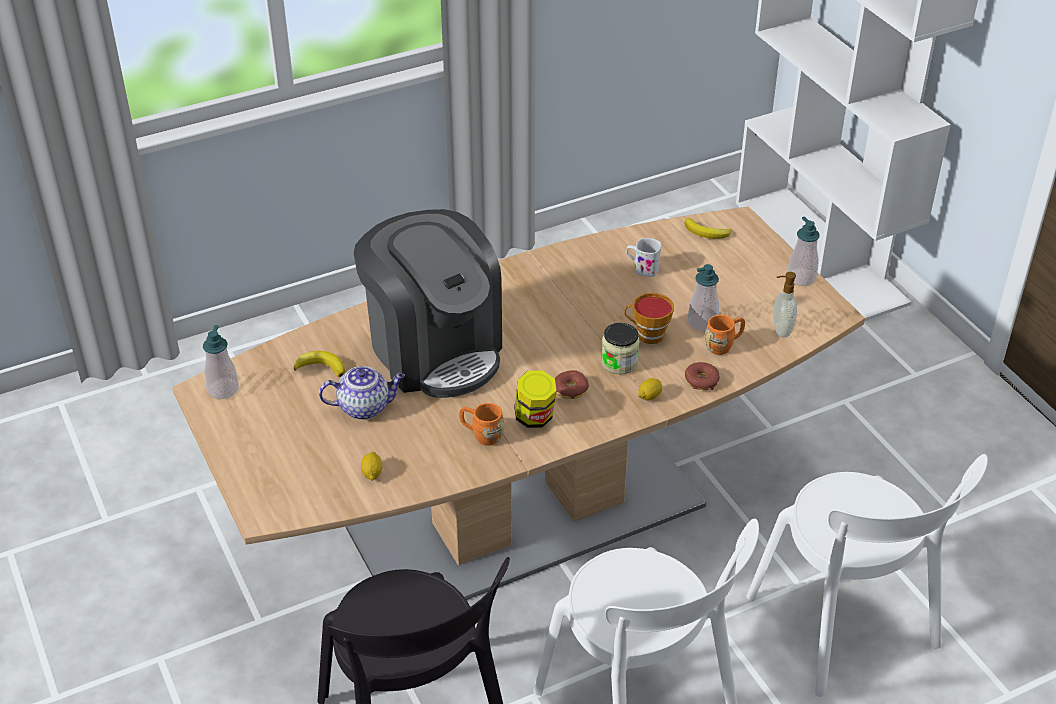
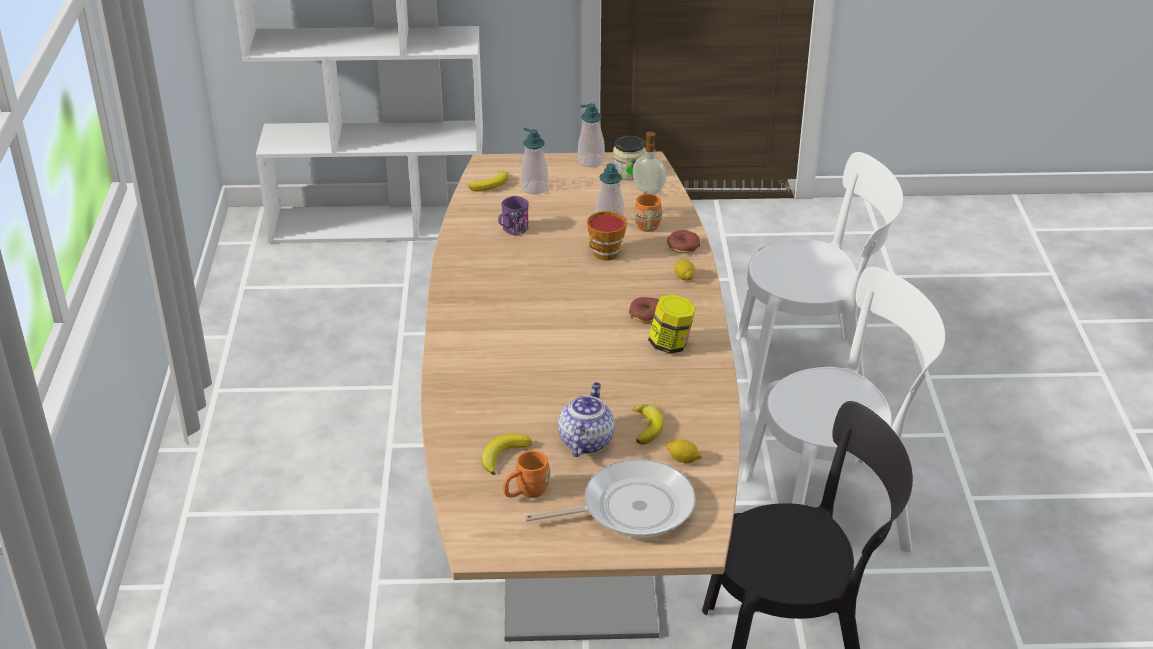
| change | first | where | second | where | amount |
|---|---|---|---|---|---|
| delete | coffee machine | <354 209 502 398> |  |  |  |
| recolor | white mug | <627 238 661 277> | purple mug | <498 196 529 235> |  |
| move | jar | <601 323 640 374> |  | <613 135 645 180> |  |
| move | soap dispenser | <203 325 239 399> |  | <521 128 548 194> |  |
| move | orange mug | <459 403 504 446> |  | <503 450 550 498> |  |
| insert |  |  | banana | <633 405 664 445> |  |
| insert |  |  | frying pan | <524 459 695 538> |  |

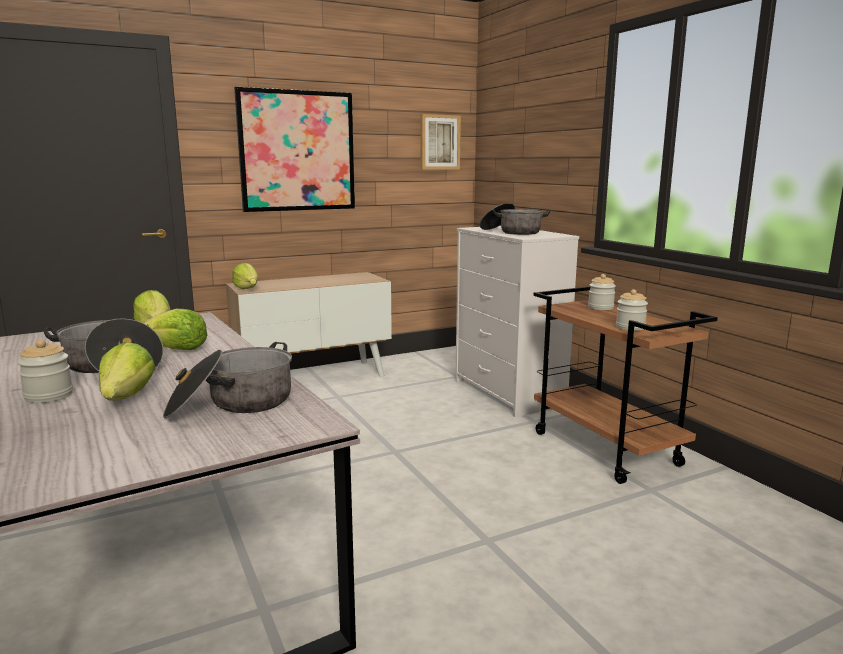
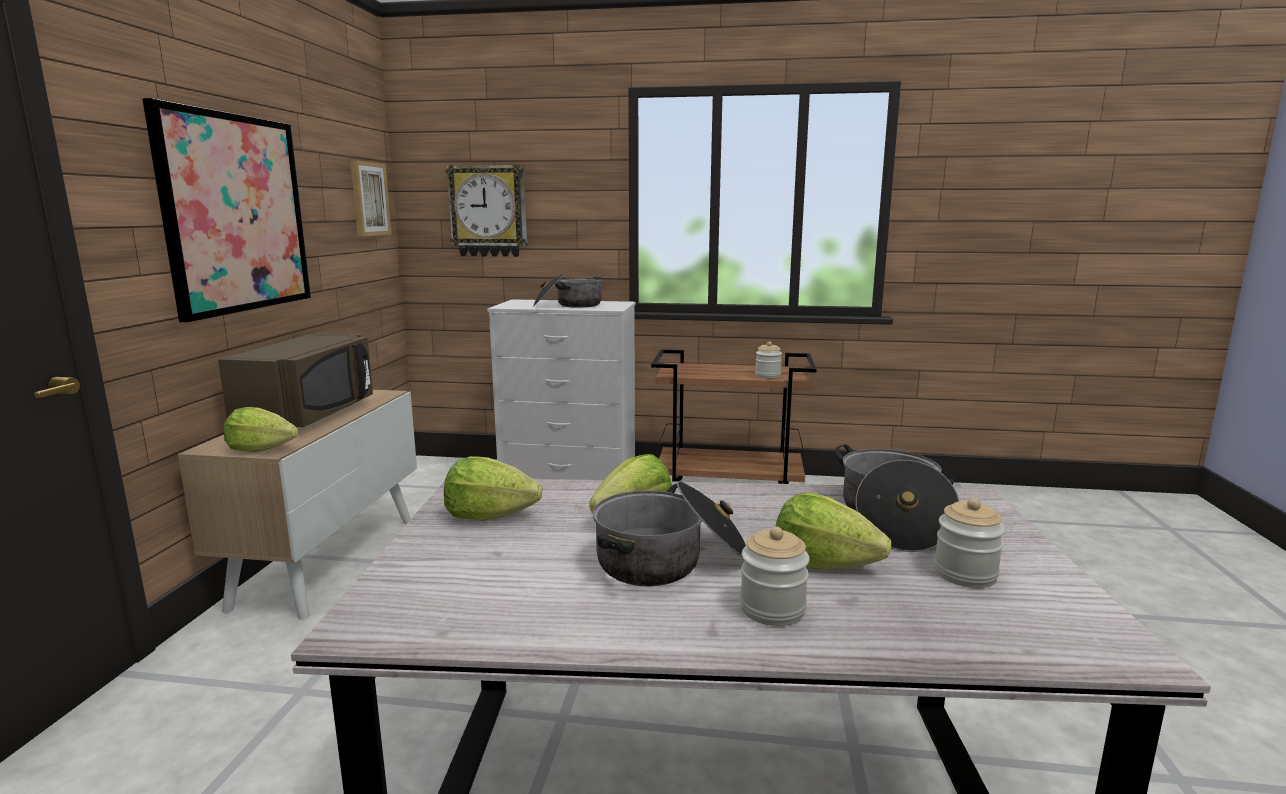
| change | first | where | second | where | amount |
|---|---|---|---|---|---|
| move | jar | <588 274 616 310> |  | <934 498 1005 588> |  |
| insert |  |  | wall clock | <445 165 527 257> |  |
| insert |  |  | brown microwave | <218 333 373 427> |  |

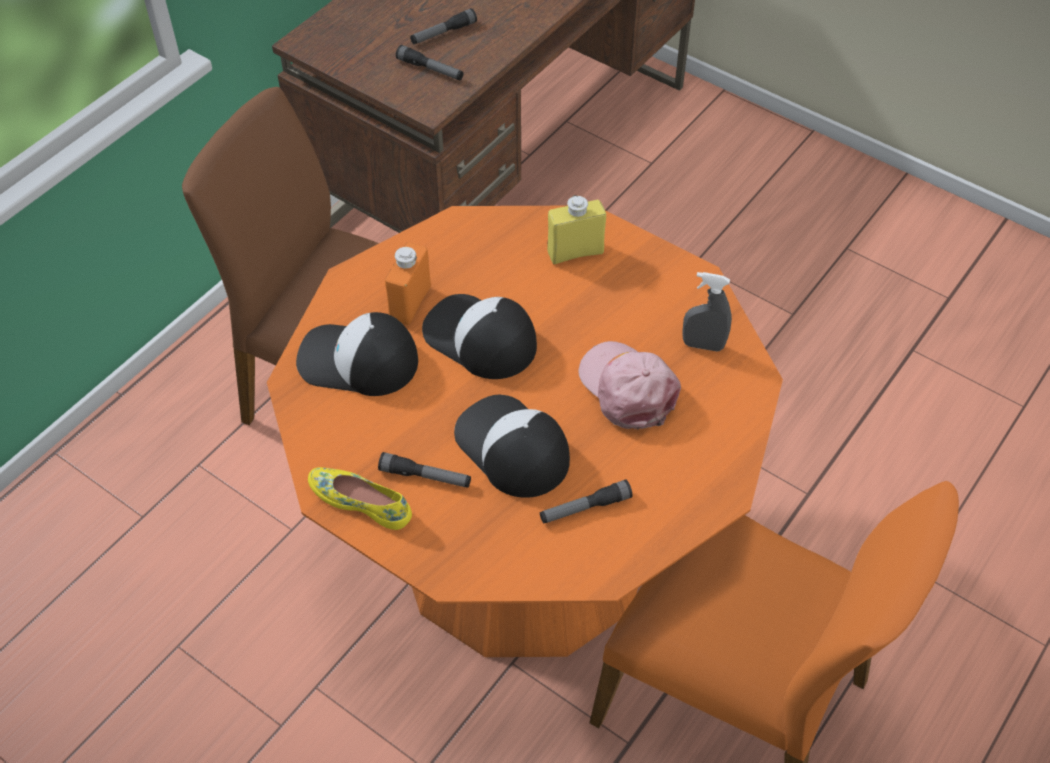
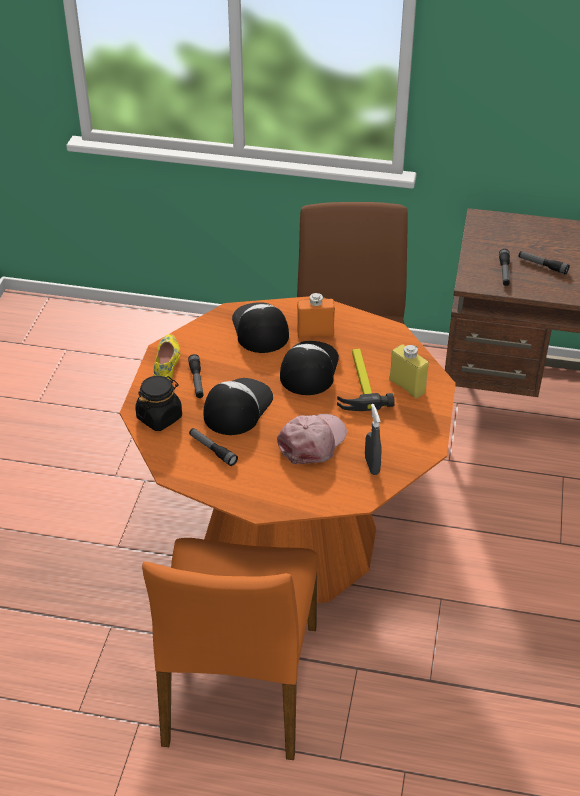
| change | first | where | second | where | amount |
|---|---|---|---|---|---|
| insert |  |  | hammer | <337 349 395 411> |  |
| insert |  |  | black jar | <135 376 182 431> |  |

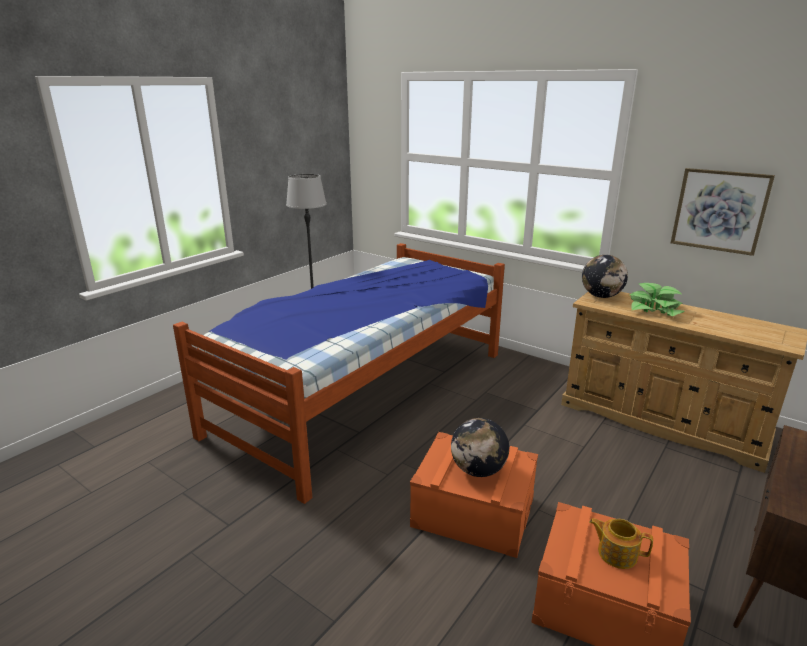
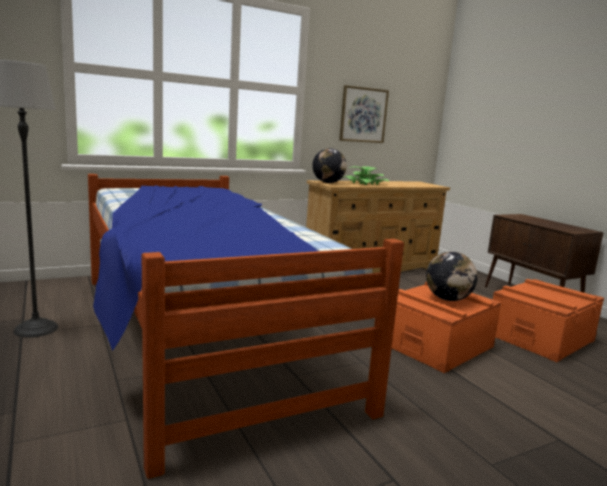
| change | first | where | second | where | amount |
|---|---|---|---|---|---|
| delete | teapot | <589 518 653 569> |  |  |  |

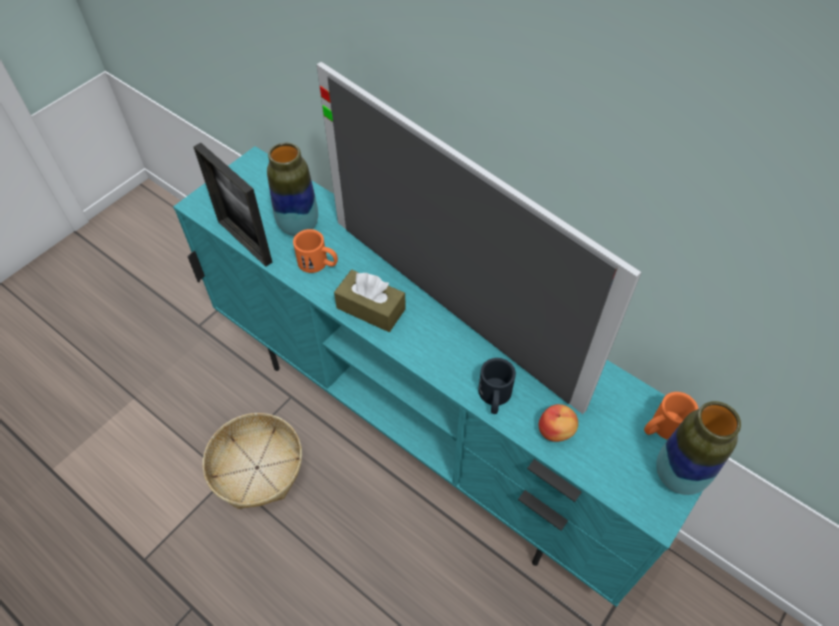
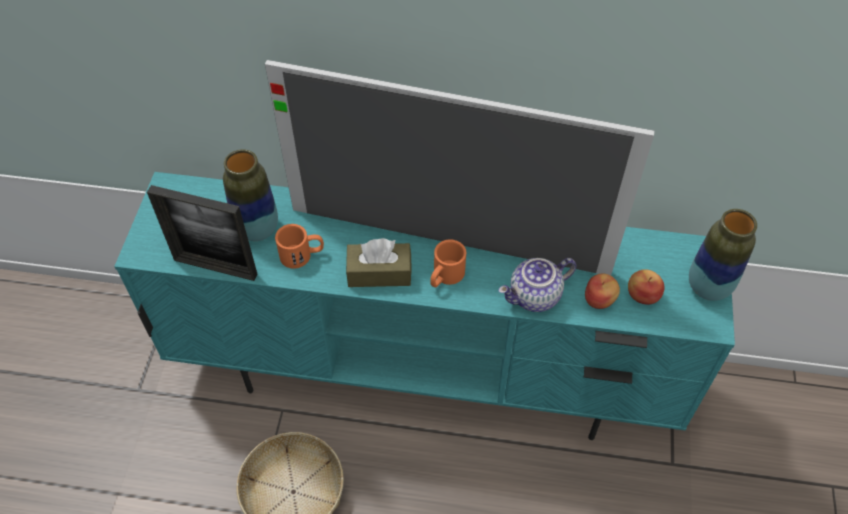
| change | first | where | second | where | amount |
|---|---|---|---|---|---|
| replace | black mug | <478 358 516 414> | teapot | <498 258 576 312> |  |
| move | orange mug | <644 392 698 440> |  | <430 239 466 287> |  |
| insert |  |  | apple | <628 269 664 305> |  |

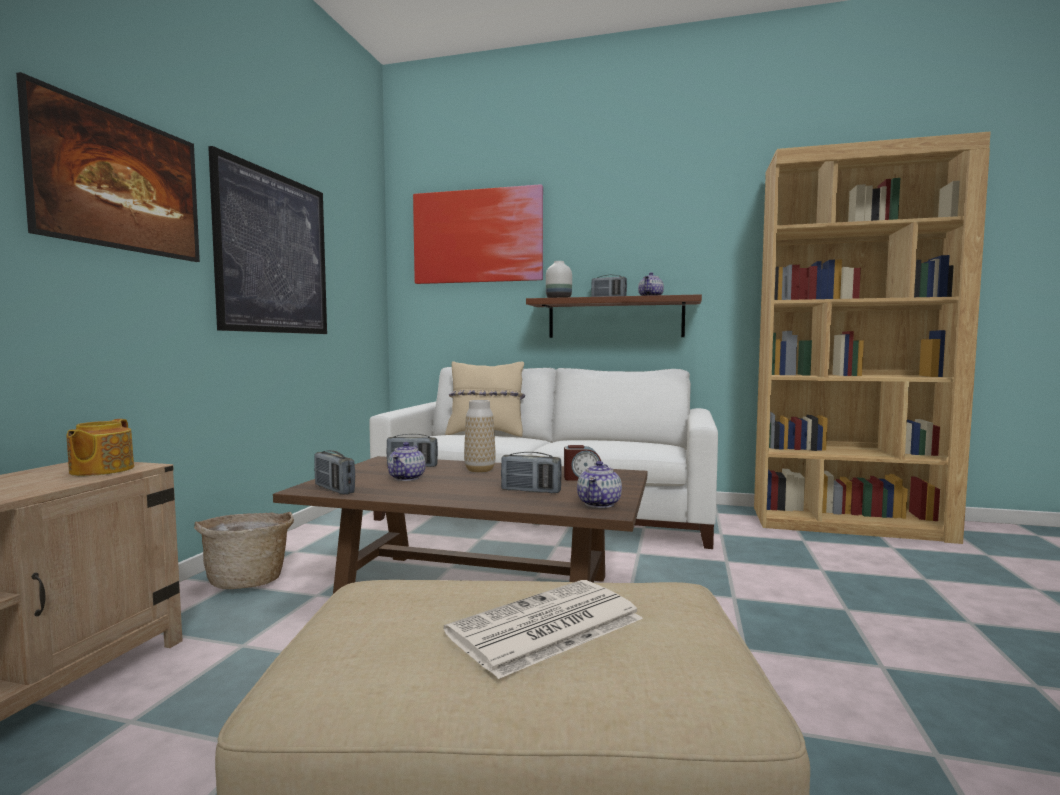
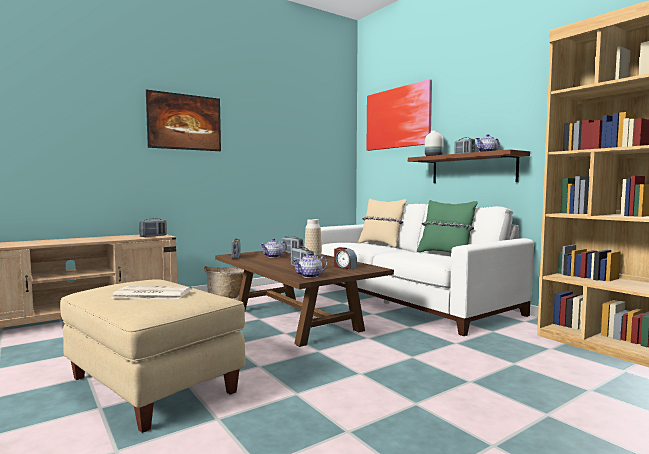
| change | first | where | second | where | amount |
|---|---|---|---|---|---|
| delete | picture | <208 146 327 334> |  |  |  |
| replace | teapot | <66 419 134 476> | radio | <139 218 167 237> |  |
| insert |  |  | green pillow | <417 200 478 253> |  |

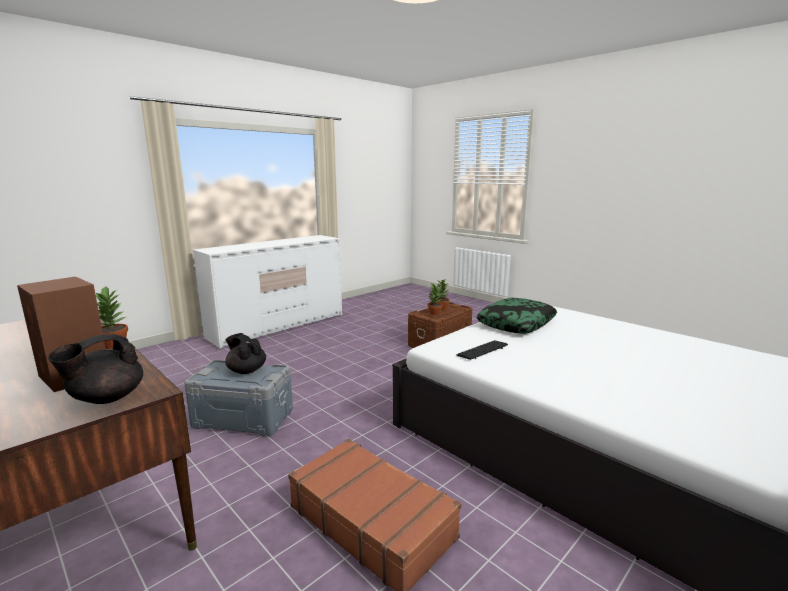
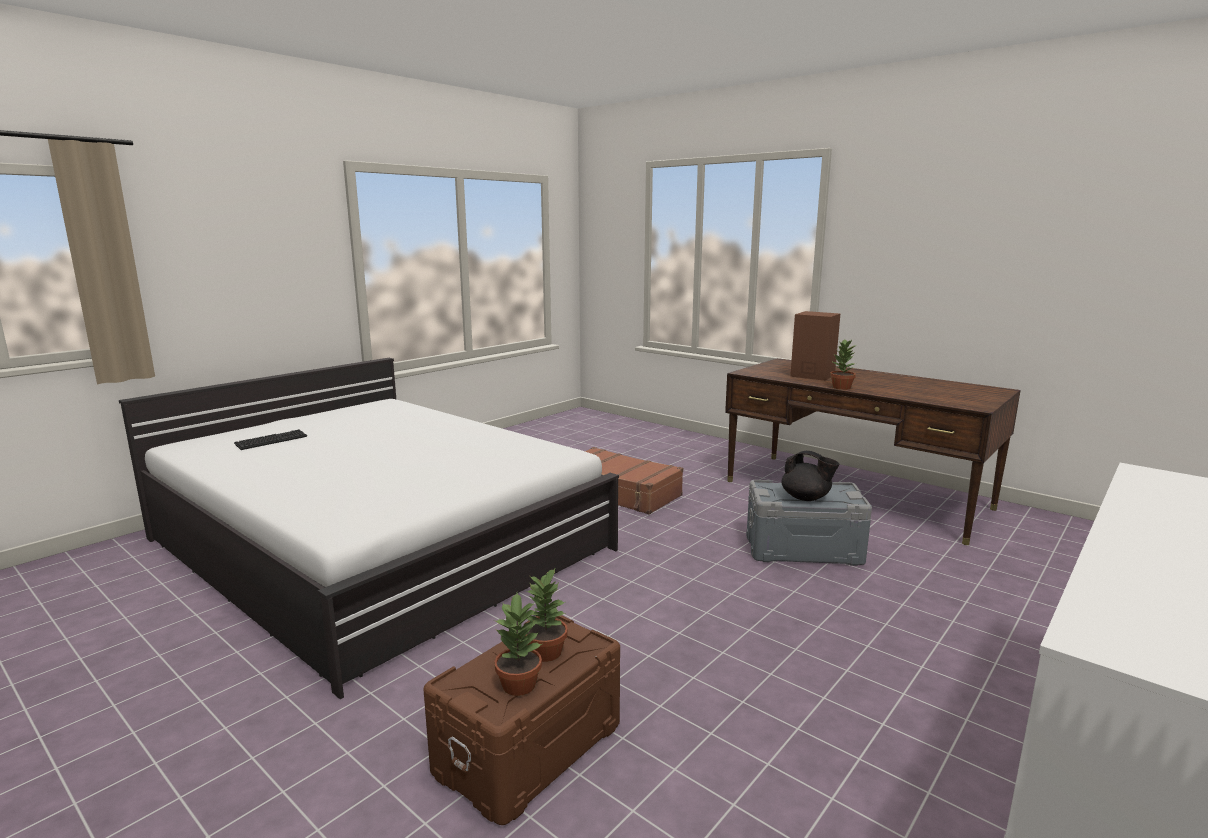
| change | first | where | second | where | amount |
|---|---|---|---|---|---|
| delete | pillow | <476 298 557 334> |  |  |  |
| delete | black teapot | <48 334 143 404> |  |  |  |
| move | keyboard | <457 340 508 360> |  | <234 429 307 450> |  |

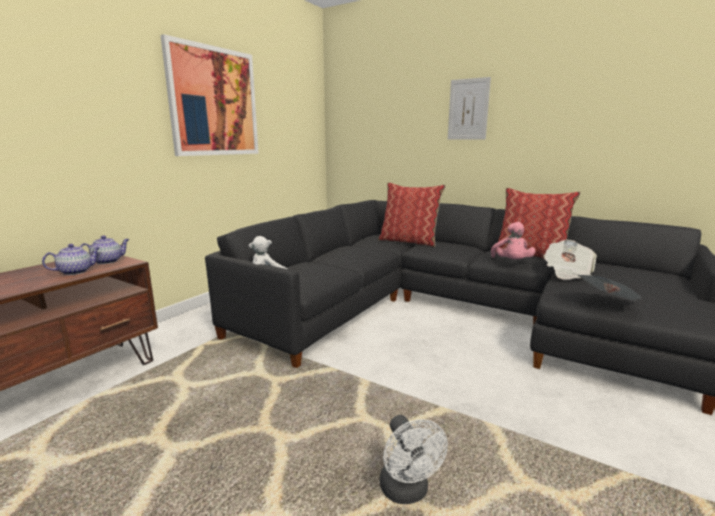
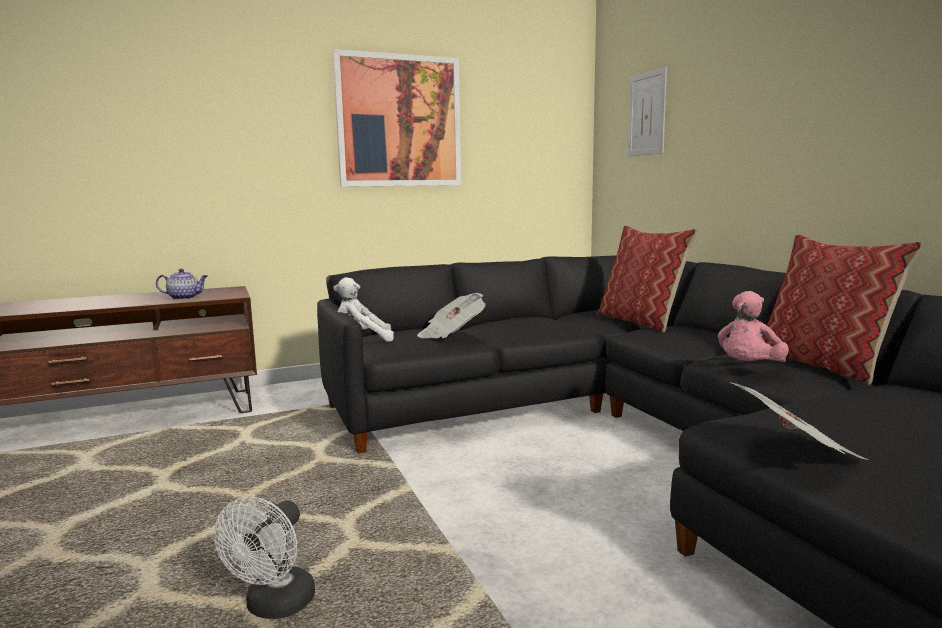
| change | first | where | second | where | amount |
|---|---|---|---|---|---|
| move | picture | <448 77 491 140> |  | <628 67 667 157> |  |
| delete | teapot | <80 235 129 264> |  |  |  |
| move | newspaper | <543 240 597 280> |  | <417 293 485 339> |  |

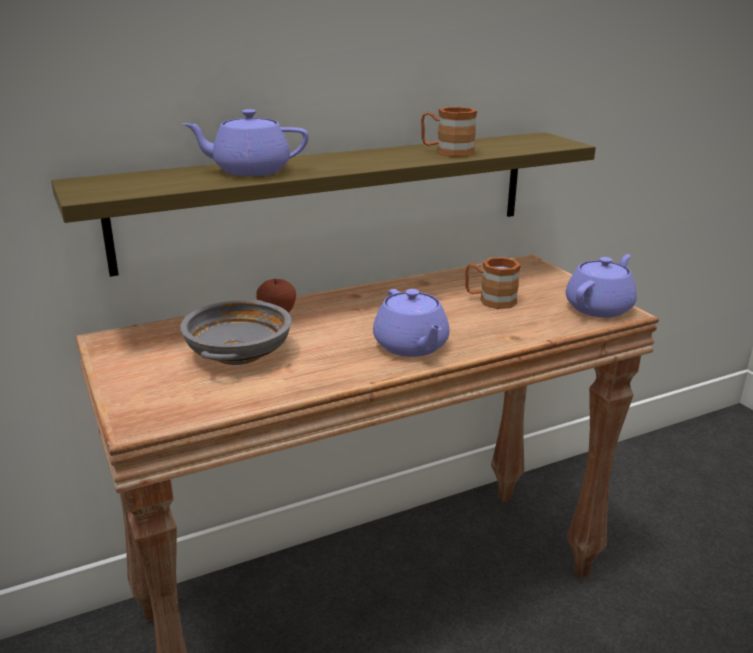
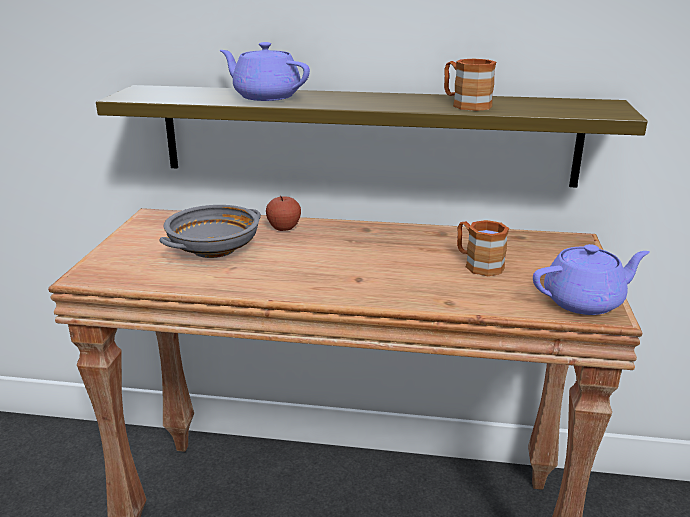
| change | first | where | second | where | amount |
|---|---|---|---|---|---|
| delete | purple teapot | <373 289 450 357> |  |  |  |

